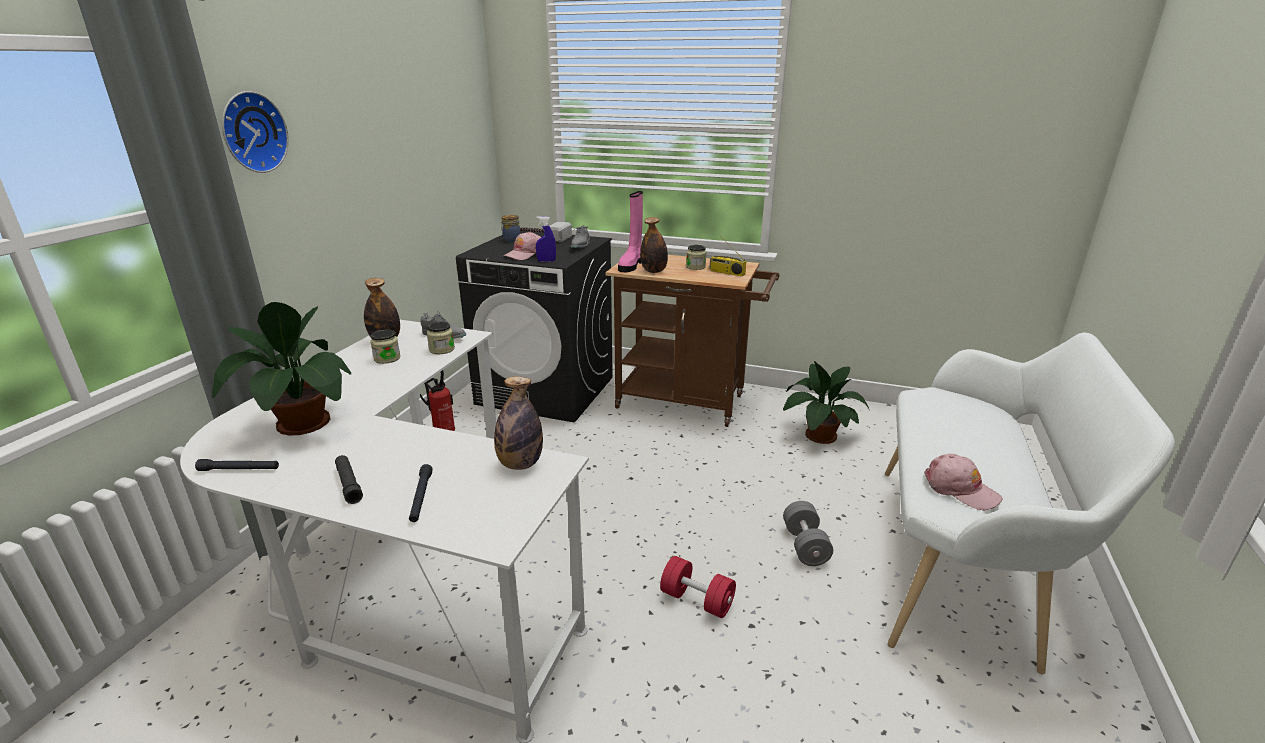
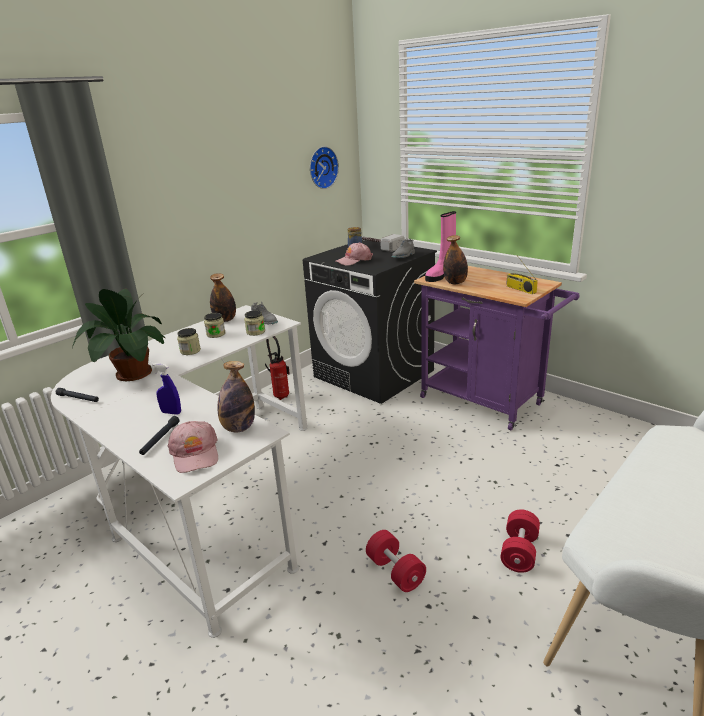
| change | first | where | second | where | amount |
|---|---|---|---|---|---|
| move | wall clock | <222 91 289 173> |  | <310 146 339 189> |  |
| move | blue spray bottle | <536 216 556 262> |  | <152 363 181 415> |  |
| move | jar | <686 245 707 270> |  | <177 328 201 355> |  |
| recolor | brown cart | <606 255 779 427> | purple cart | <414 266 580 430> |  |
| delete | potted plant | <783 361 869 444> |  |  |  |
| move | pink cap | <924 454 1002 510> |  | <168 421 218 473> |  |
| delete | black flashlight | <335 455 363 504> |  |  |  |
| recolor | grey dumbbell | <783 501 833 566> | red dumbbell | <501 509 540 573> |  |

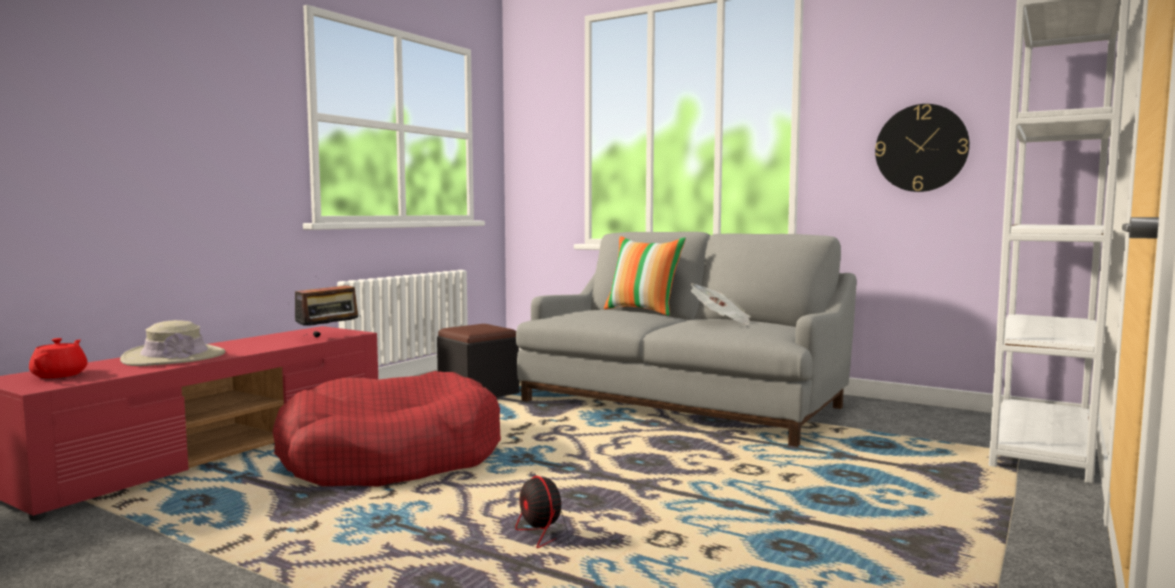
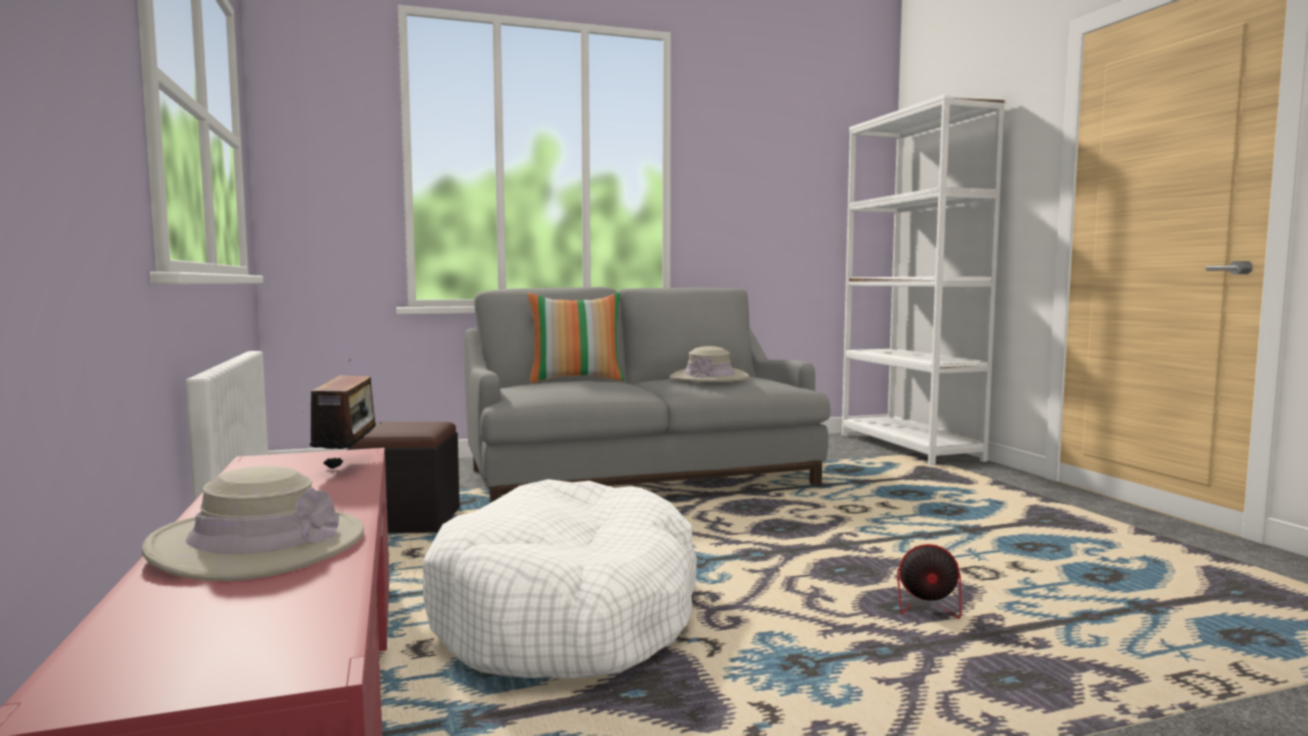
| change | first | where | second | where | amount |
|---|---|---|---|---|---|
| delete | wall clock | <875 104 970 192> |  |  |  |
| replace | newspaper | <691 283 751 325> | beige hat | <669 346 749 382> |  |
| delete | red teapot | <29 338 88 378> |  |  |  |
| recolor | red dog bed | <273 371 501 487> | white dog bed | <423 479 697 678> |  |

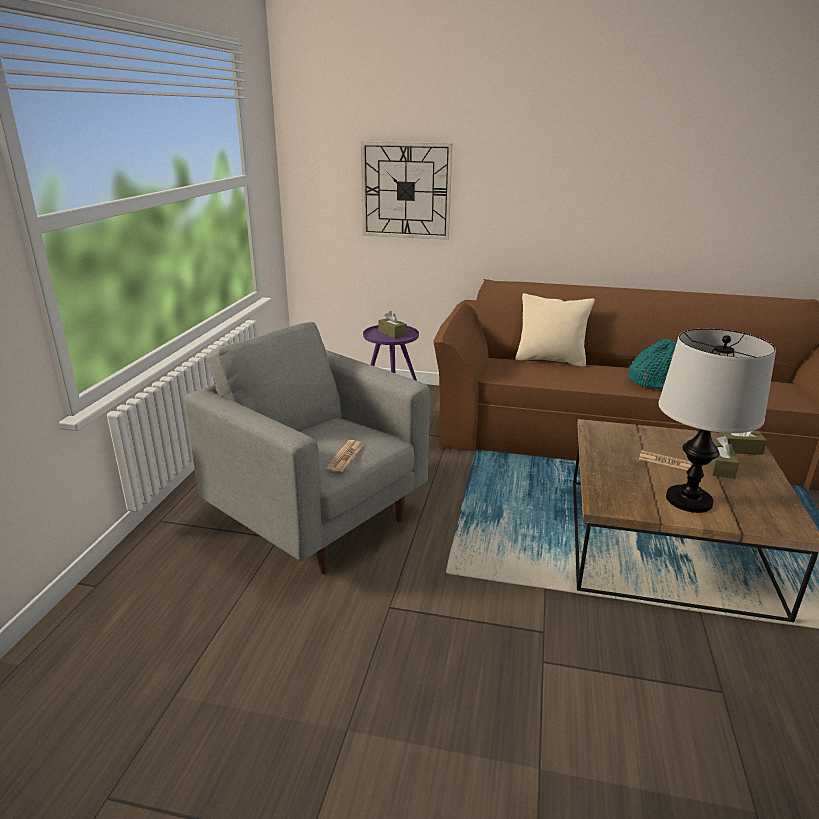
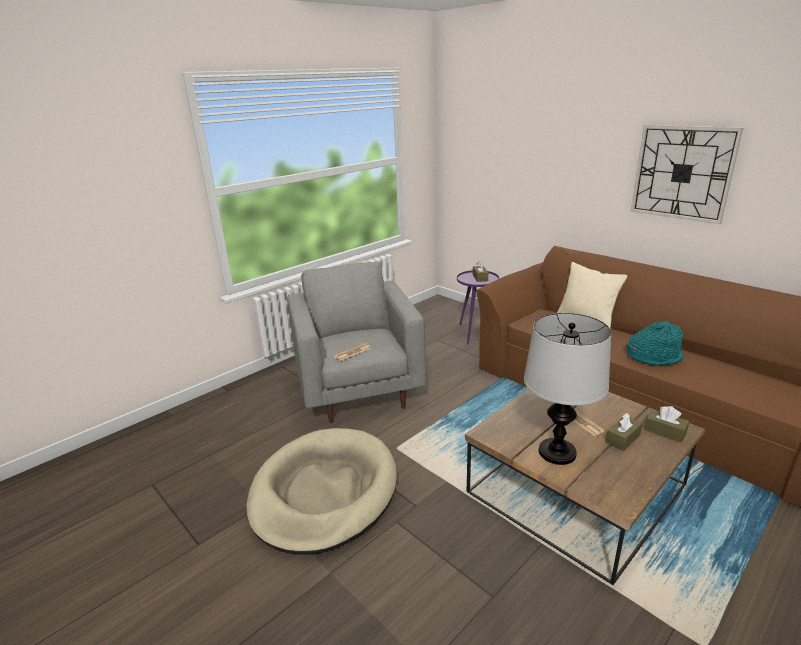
| change | first | where | second | where | amount |
|---|---|---|---|---|---|
| move | wall clock | <361 141 452 240> |  | <630 125 743 224> |  |
| insert |  |  | beige dog bed | <247 428 397 555> |  |

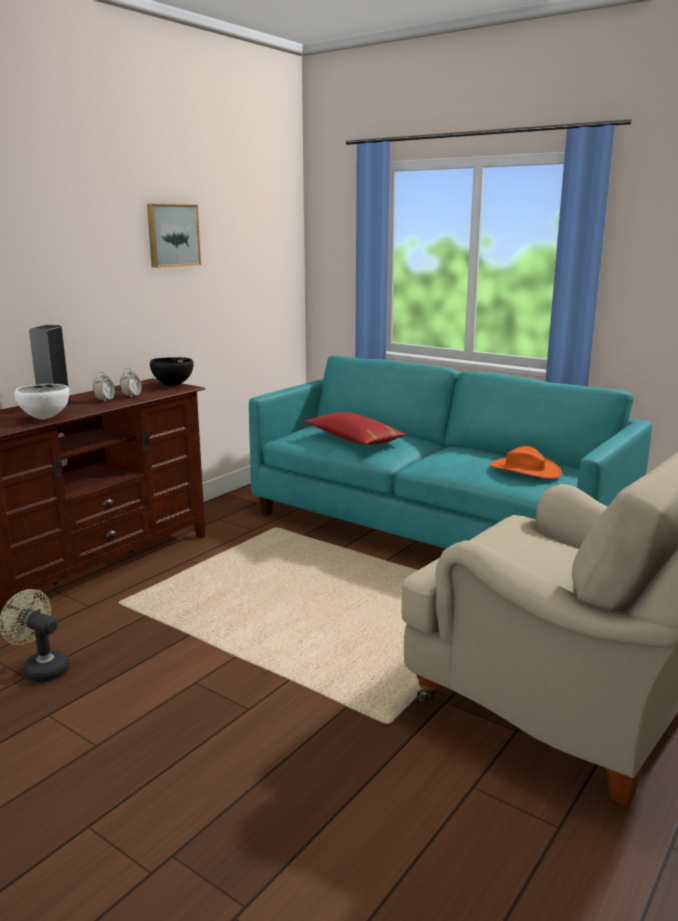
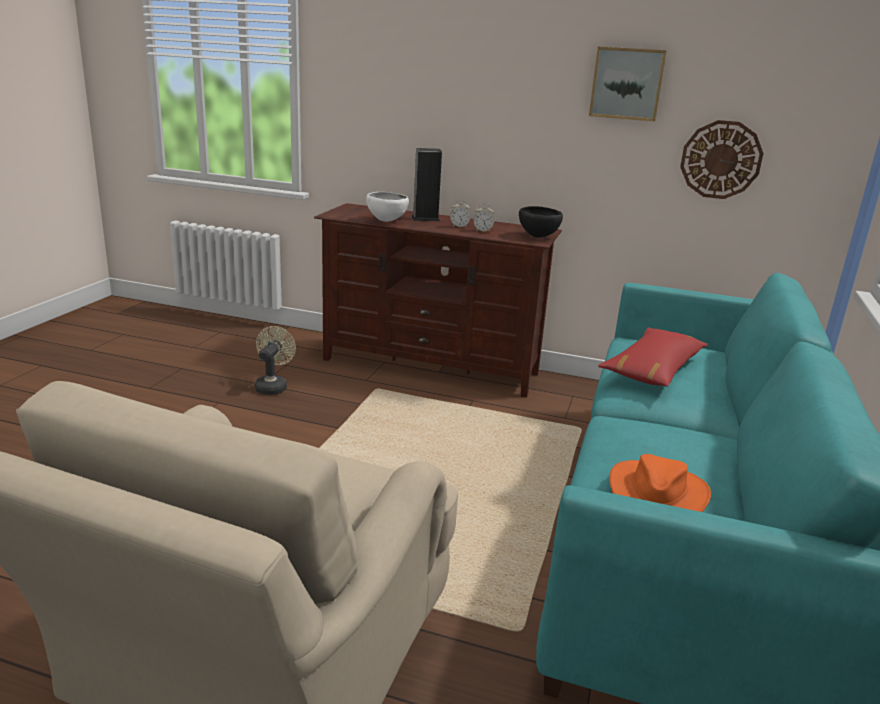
| change | first | where | second | where | amount |
|---|---|---|---|---|---|
| insert |  |  | wall clock | <680 120 764 199> |  |

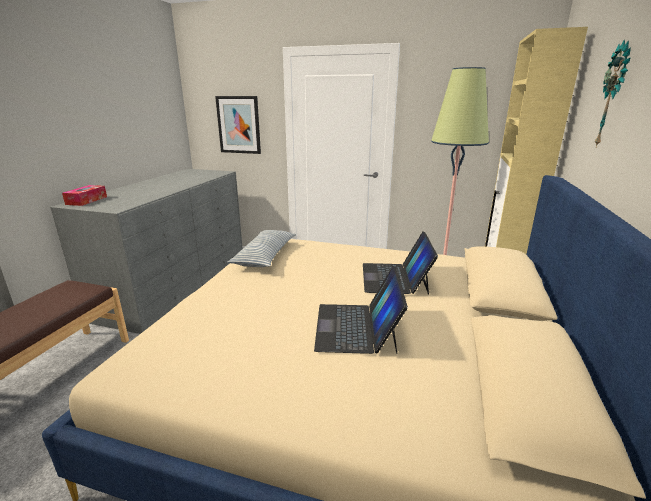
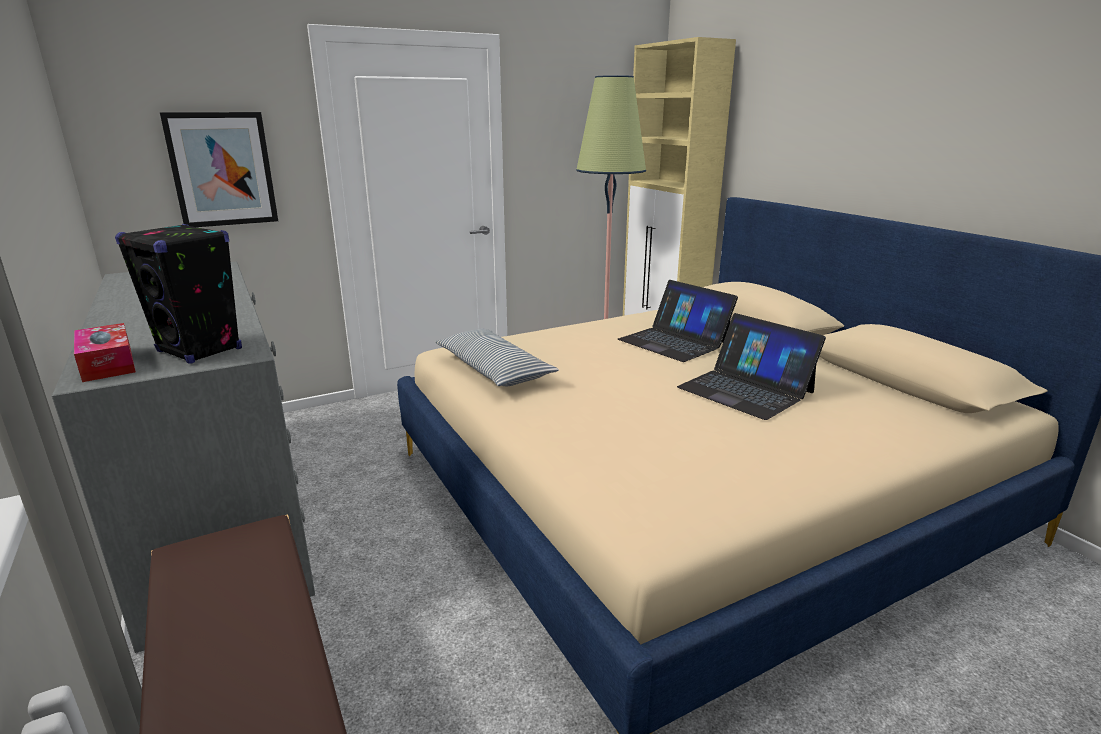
| change | first | where | second | where | amount |
|---|---|---|---|---|---|
| delete | wall clock | <594 39 631 147> |  |  |  |
| insert |  |  | black speaker | <115 224 242 364> |  |

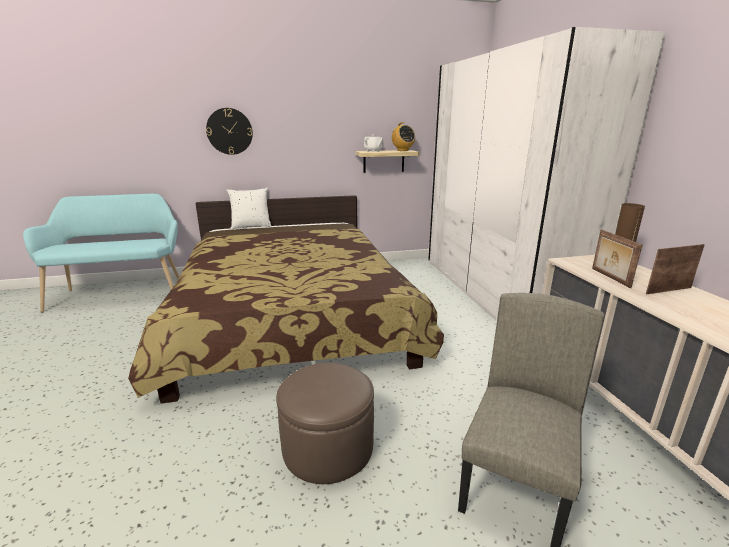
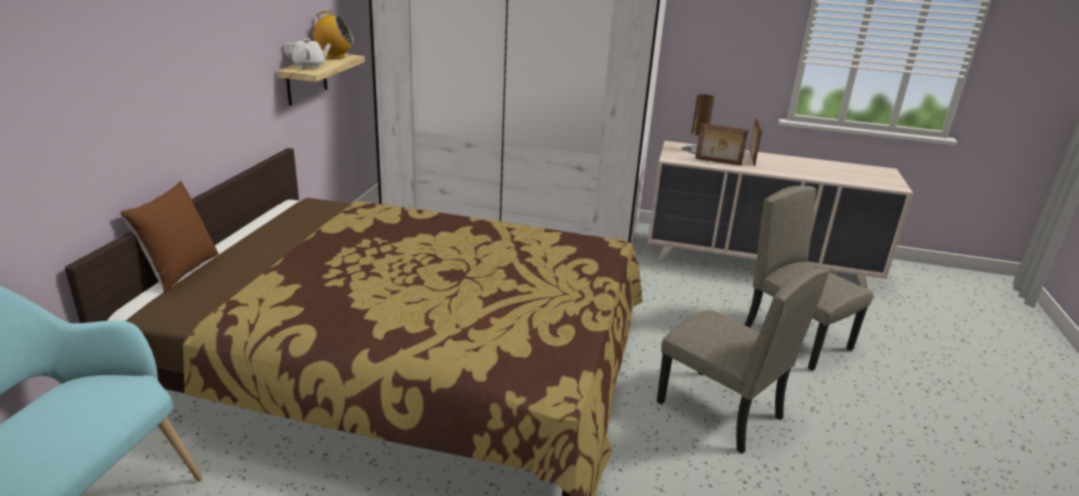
| change | first | where | second | where | amount |
|---|---|---|---|---|---|
| delete | wall clock | <206 108 253 155> |  |  |  |
| recolor | white pillow | <227 188 272 230> | brown pillow | <120 181 219 292> |  |
| replace | brown ottoman | <276 362 374 484> | beige chair | <657 267 829 454> |  |

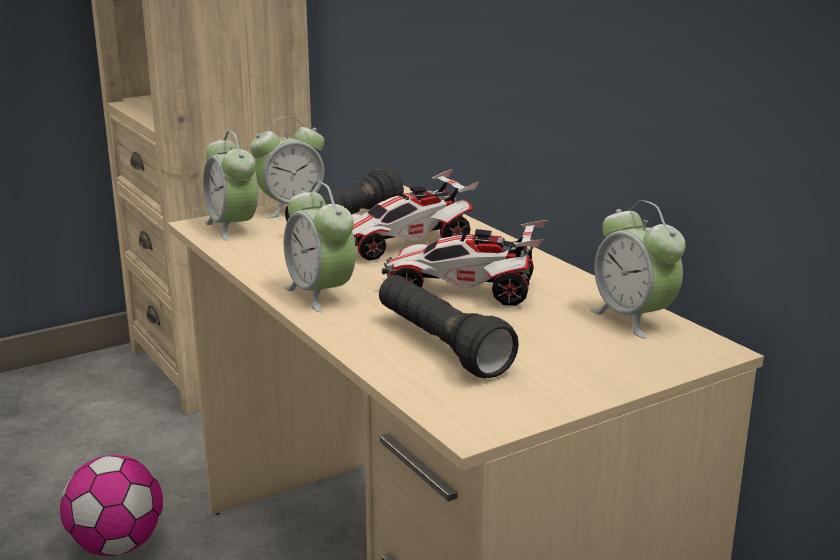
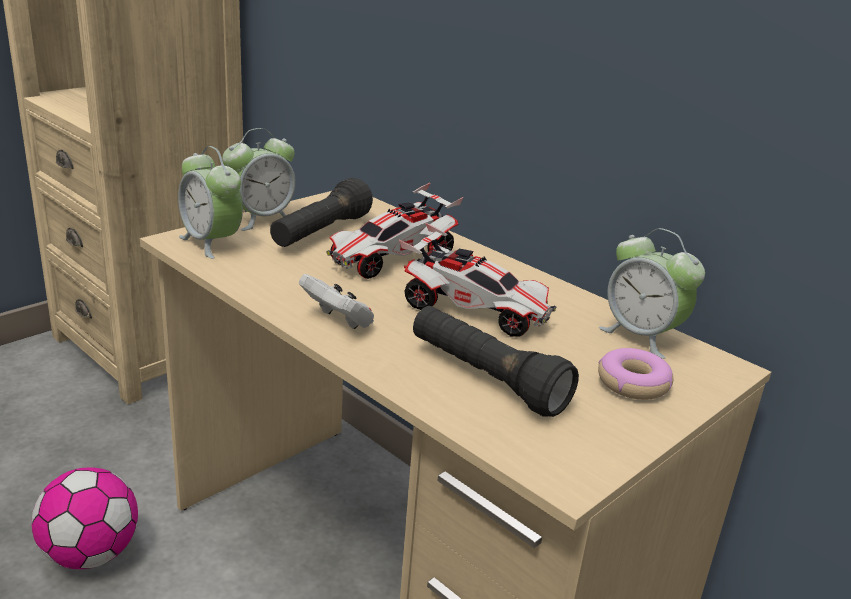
| change | first | where | second | where | amount |
|---|---|---|---|---|---|
| replace | alarm clock | <284 182 356 312> | white game controller | <299 274 374 329> |  |
| rotate | toy car | <382 220 548 306> |  | <399 223 556 336> | 150 degrees counterclockwise |
| insert |  |  | donut | <598 348 673 400> |  |

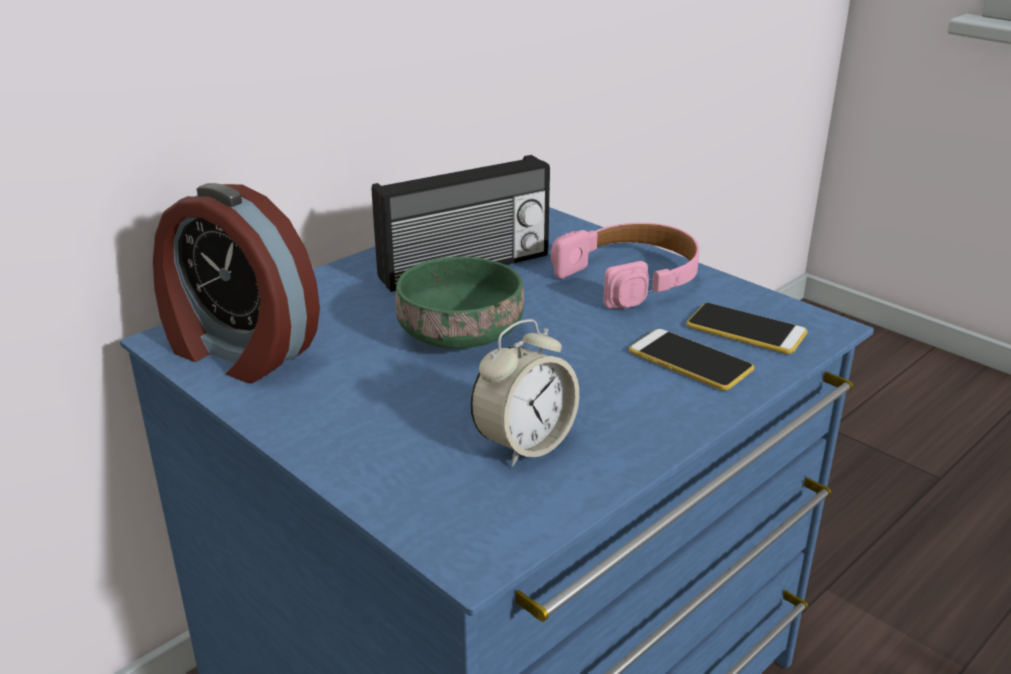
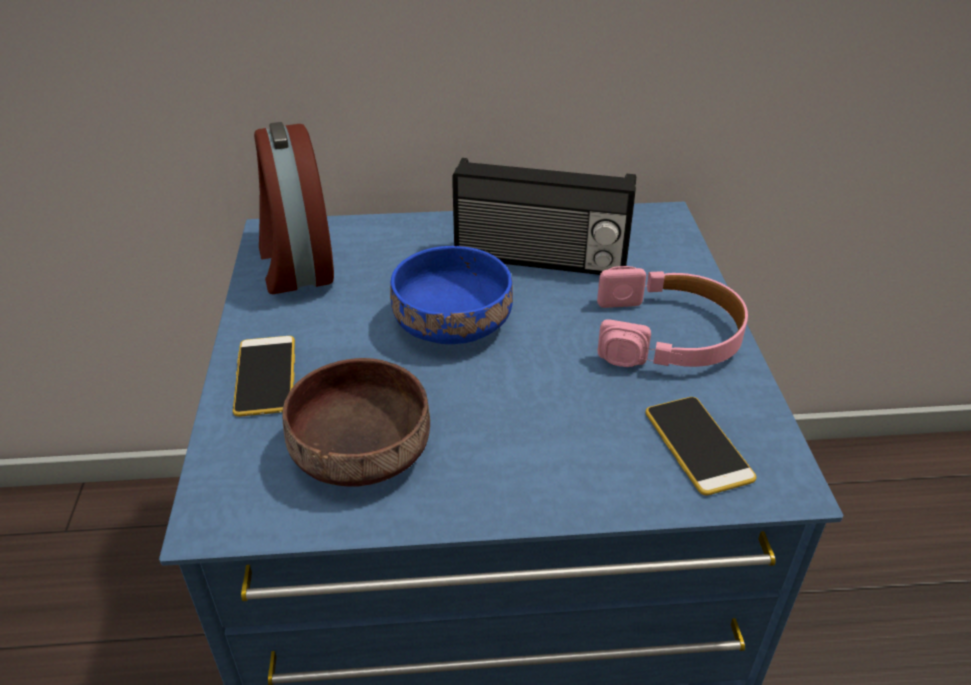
| change | first | where | second | where | amount |
|---|---|---|---|---|---|
| recolor | green bowl | <395 257 524 349> | blue bowl | <390 246 513 344> |  |
| replace | alarm clock | <471 319 579 467> | brown bowl | <282 358 430 487> |  |
| move | phone | <629 329 754 391> |  | <233 336 295 417> |  |

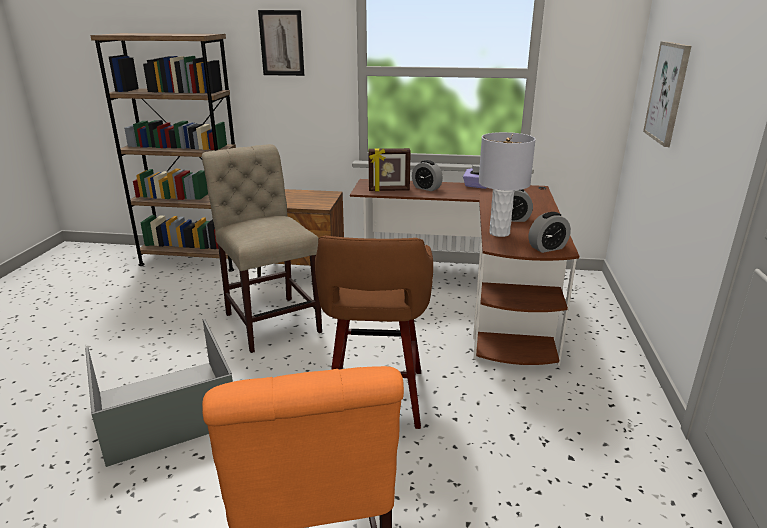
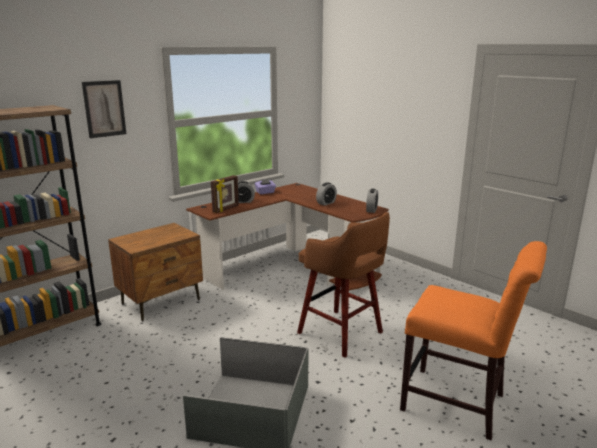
| change | first | where | second | where | amount |
|---|---|---|---|---|---|
| delete | picture | <643 41 691 147> |  |  |  |
| delete | grey table lamp | <478 132 536 237> |  |  |  |
| delete | beige chair | <202 144 322 353> |  |  |  |

